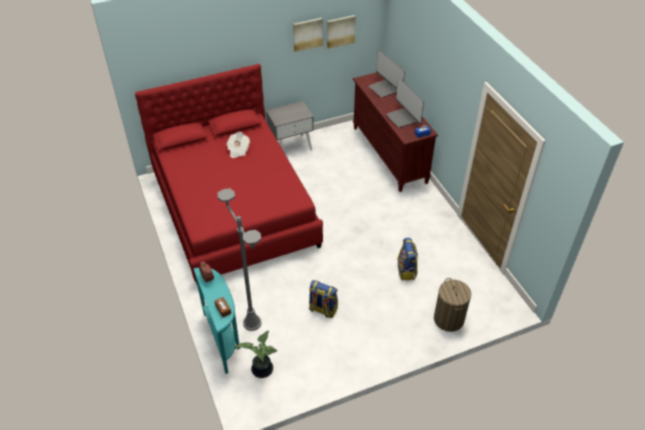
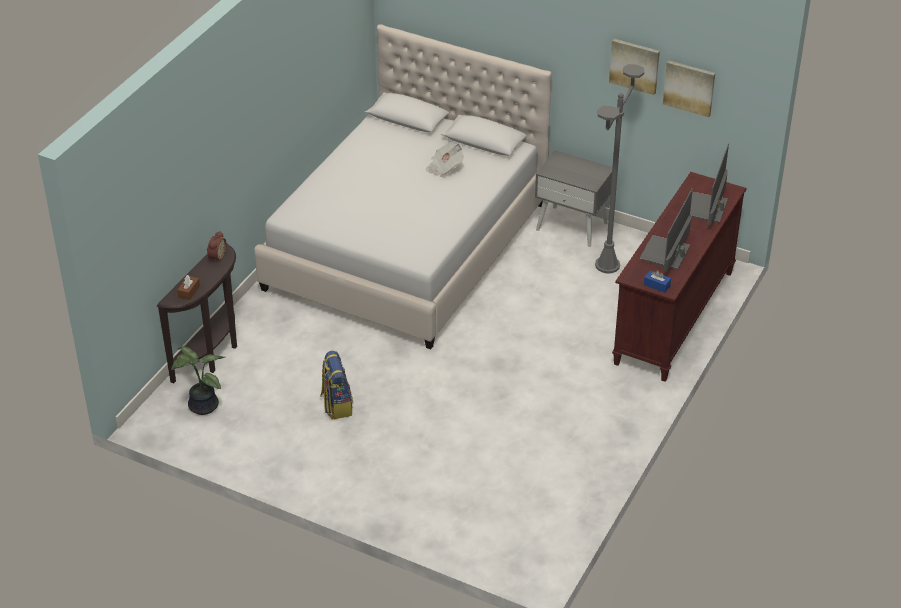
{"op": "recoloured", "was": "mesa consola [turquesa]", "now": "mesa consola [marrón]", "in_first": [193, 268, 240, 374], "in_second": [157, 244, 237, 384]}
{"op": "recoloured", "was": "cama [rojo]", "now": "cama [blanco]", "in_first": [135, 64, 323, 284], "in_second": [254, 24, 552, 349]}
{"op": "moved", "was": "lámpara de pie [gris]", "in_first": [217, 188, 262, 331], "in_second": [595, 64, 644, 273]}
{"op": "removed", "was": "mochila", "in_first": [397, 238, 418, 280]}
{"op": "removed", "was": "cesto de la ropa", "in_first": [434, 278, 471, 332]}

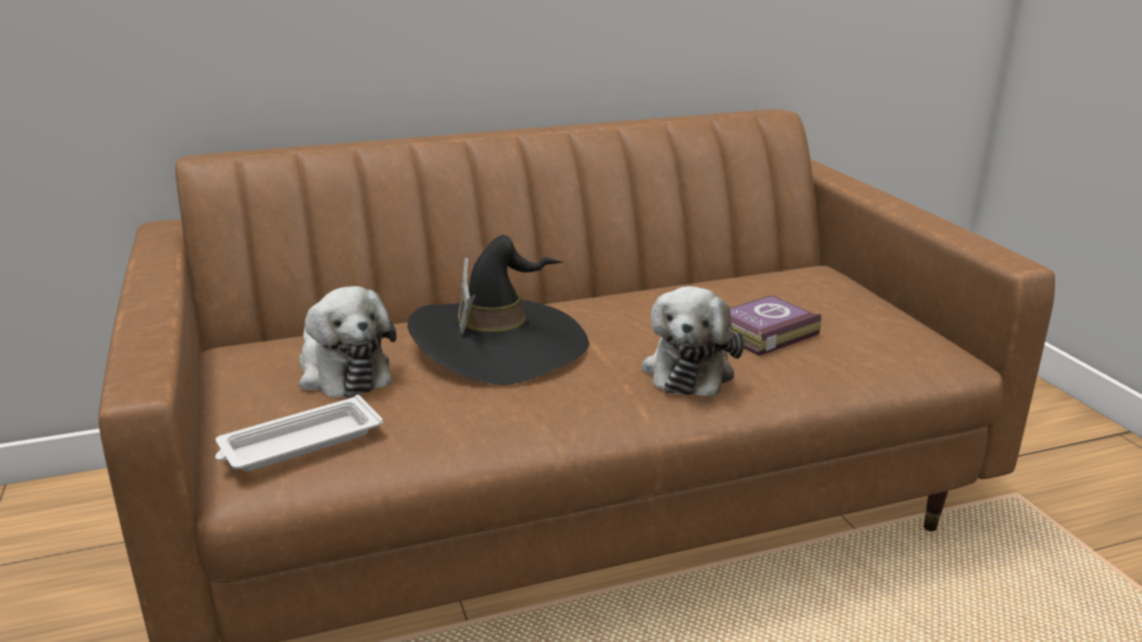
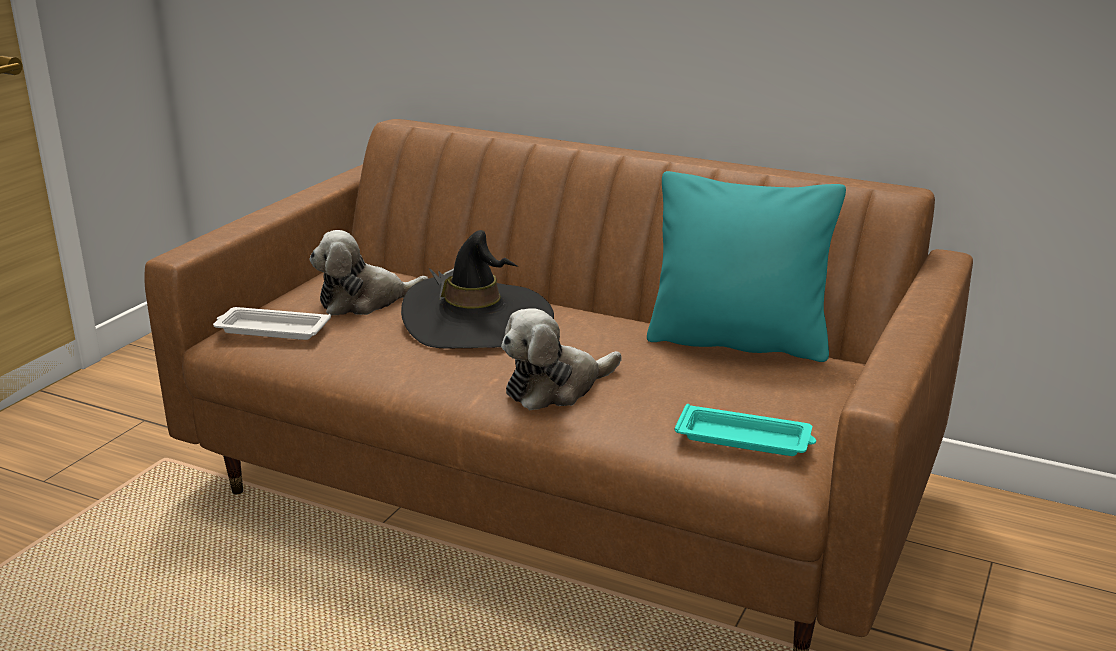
{"op": "turned", "was": "peluche", "in_first": [299, 286, 396, 398], "in_second": [309, 230, 429, 316], "clockwise": 60}
{"op": "added", "now": "cojín [turquesa]", "in_second": [647, 171, 846, 362]}
{"op": "added", "now": "bandeja [turquesa]", "in_second": [675, 404, 816, 456]}
{"op": "removed", "was": "libro", "in_first": [729, 295, 821, 356]}

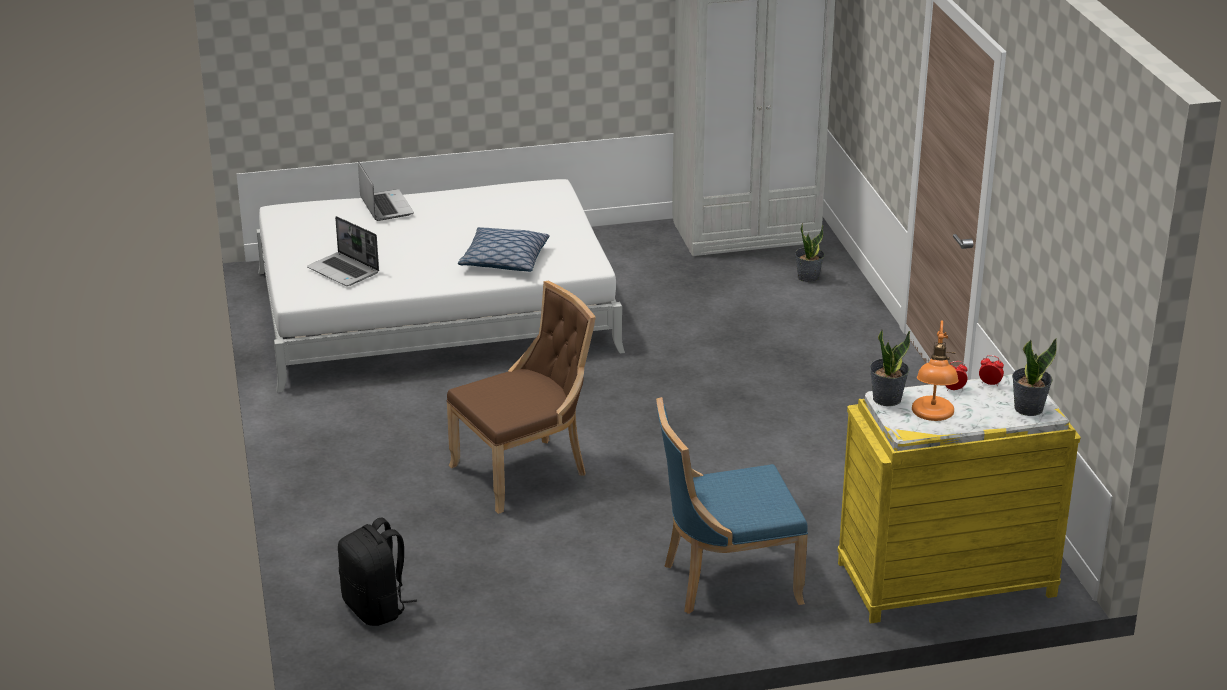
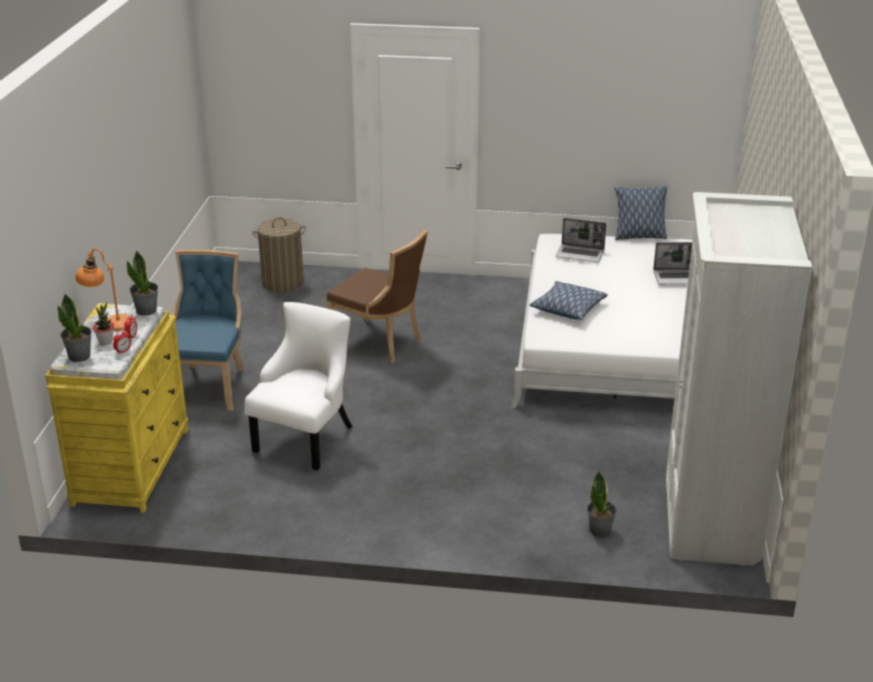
{"op": "added", "now": "planta en maceta", "in_second": [93, 302, 114, 345]}
{"op": "added", "now": "silla [blanco]", "in_second": [244, 302, 353, 471]}
{"op": "replaced", "was": "mochila [negro]", "now": "cesto de la ropa", "in_first": [338, 518, 417, 626], "in_second": [252, 217, 306, 292]}
{"op": "turned", "was": "silla [marrón]", "in_first": [446, 281, 596, 514], "in_second": [326, 230, 428, 363], "clockwise": -45}
{"op": "turned", "was": "portátil", "in_first": [307, 216, 379, 286], "in_second": [555, 218, 606, 263], "clockwise": -135}
{"op": "added", "now": "cojín", "in_second": [614, 186, 667, 240]}

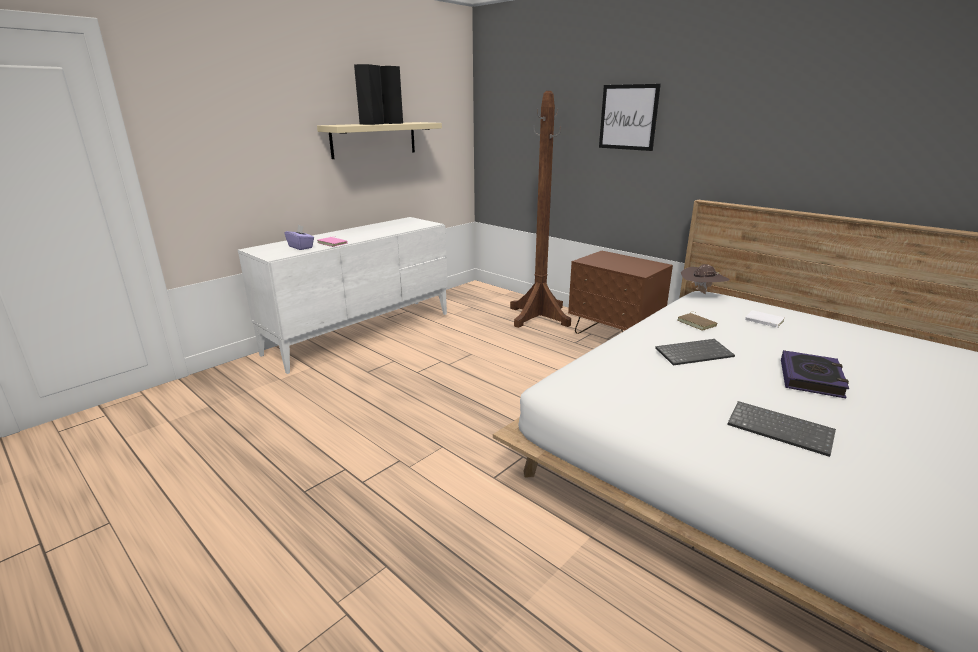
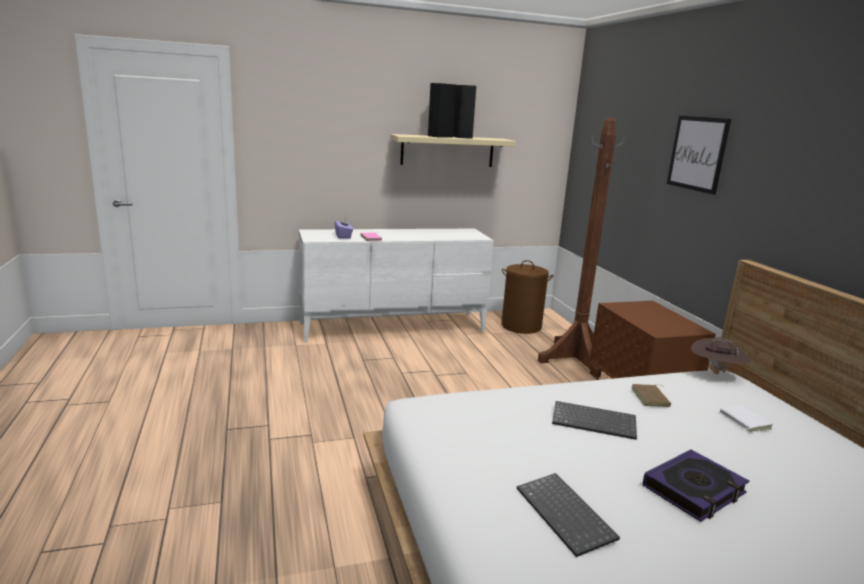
{"op": "added", "now": "cesto de la ropa [marrón]", "in_second": [501, 260, 554, 334]}

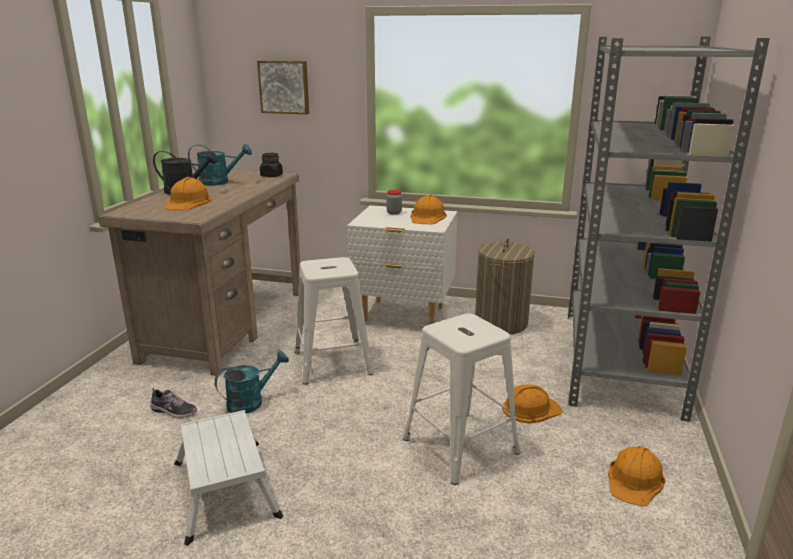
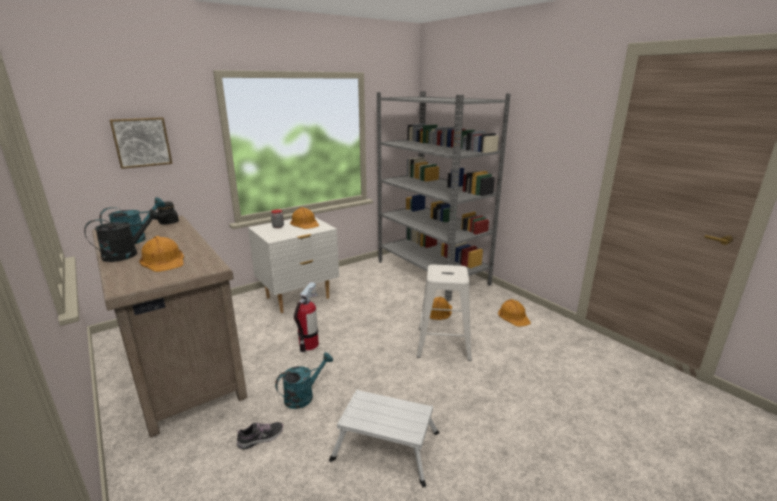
{"op": "turned", "was": "regadera [turquesa]", "in_first": [215, 351, 289, 414], "in_second": [275, 352, 333, 409], "clockwise": 45}
{"op": "replaced", "was": "taburete [blanco]", "now": "extintor", "in_first": [295, 257, 374, 385], "in_second": [294, 282, 319, 352]}
{"op": "removed", "was": "cesto de la ropa", "in_first": [475, 238, 535, 334]}

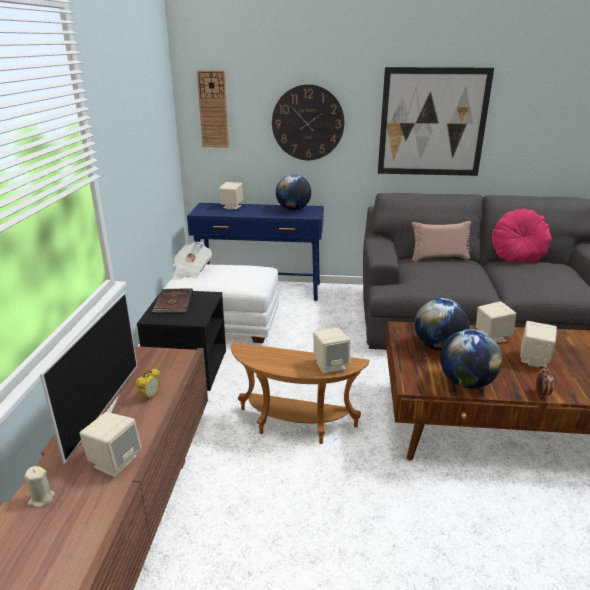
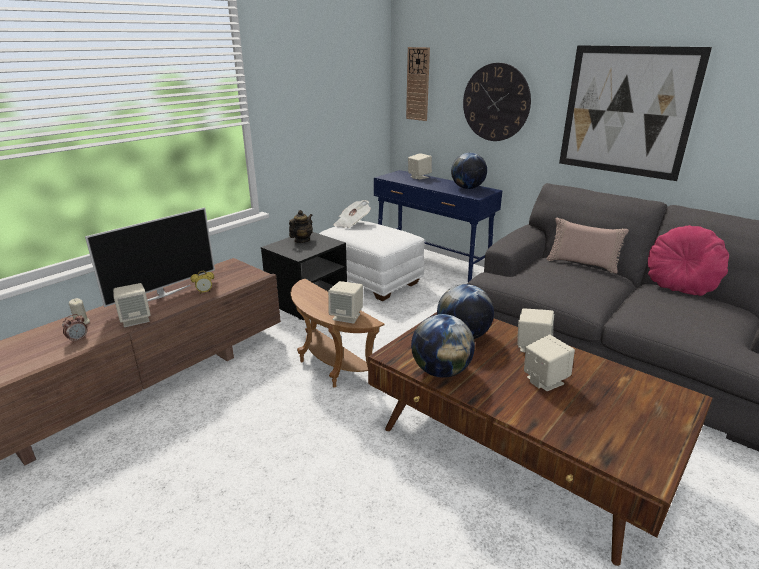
{"op": "moved", "was": "despertador", "in_first": [536, 367, 554, 398], "in_second": [62, 314, 87, 343]}
{"op": "replaced", "was": "libro [marrón]", "now": "tetera", "in_first": [152, 288, 193, 313], "in_second": [289, 210, 313, 243]}

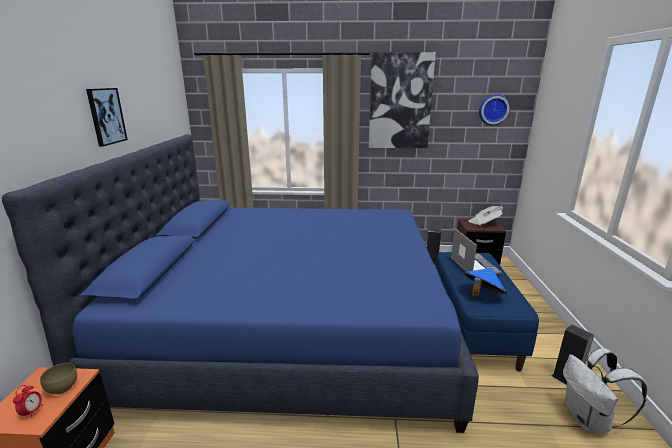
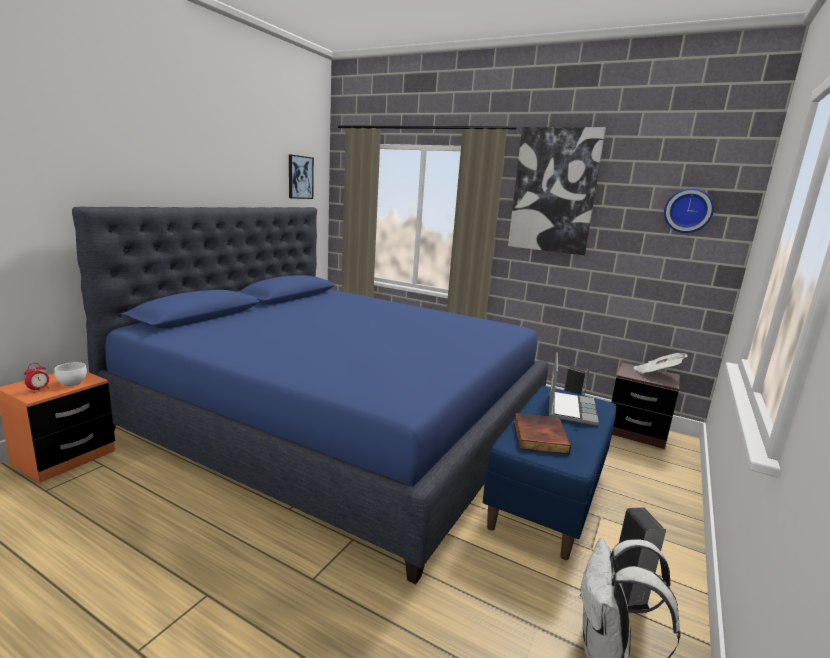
{"op": "recoloured", "was": "cuenco [marrón]", "now": "cuenco [blanco]", "in_first": [40, 363, 77, 394], "in_second": [54, 362, 87, 386]}
{"op": "moved", "was": "cuadro", "in_first": [86, 88, 128, 147], "in_second": [289, 155, 314, 199]}
{"op": "replaced", "was": "sombrero [azul]", "now": "libro", "in_first": [464, 268, 507, 297], "in_second": [514, 413, 571, 455]}

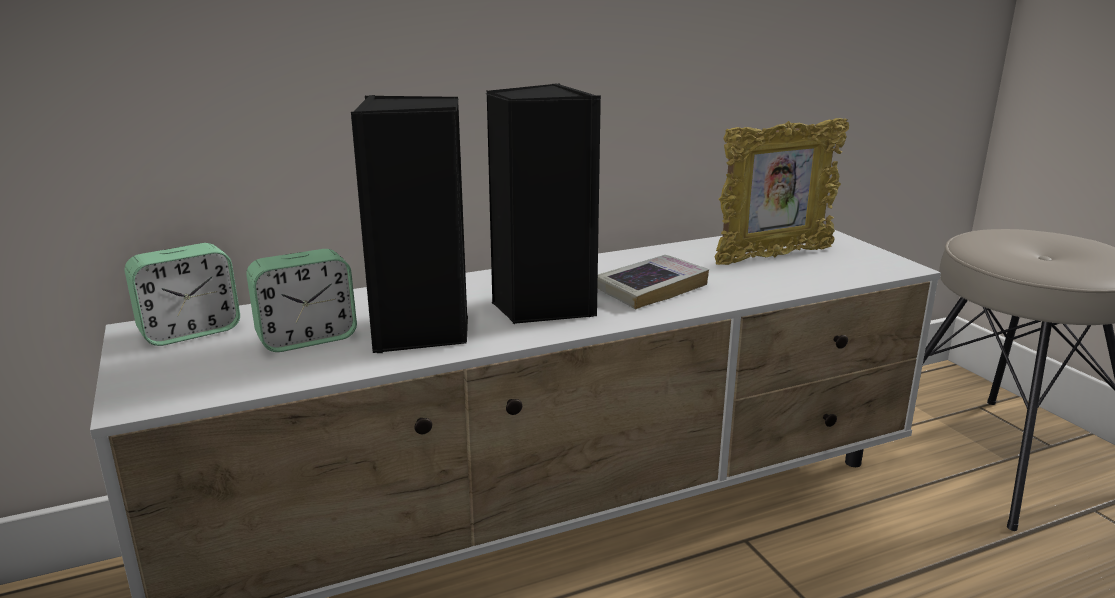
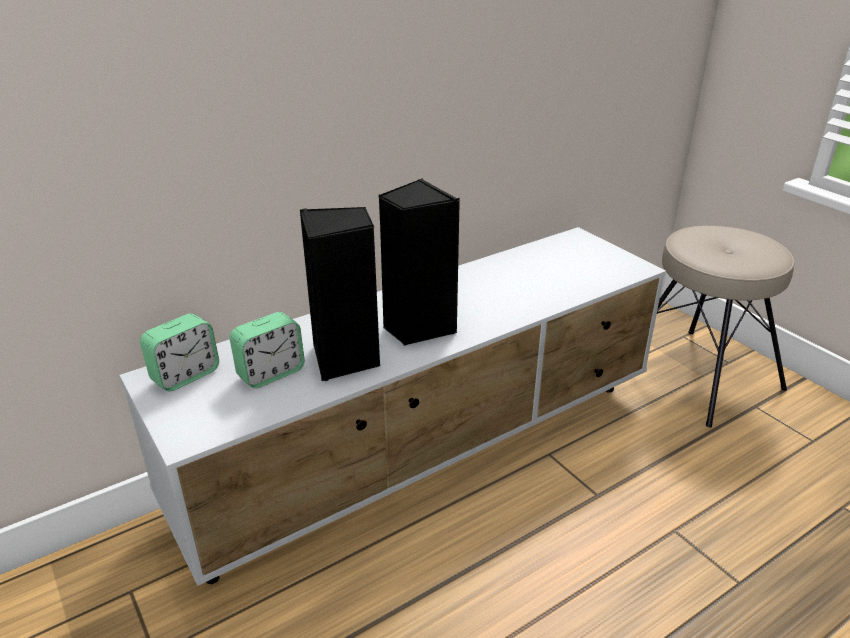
{"op": "removed", "was": "libro", "in_first": [597, 255, 709, 309]}
{"op": "removed", "was": "portarretratos", "in_first": [714, 118, 849, 265]}

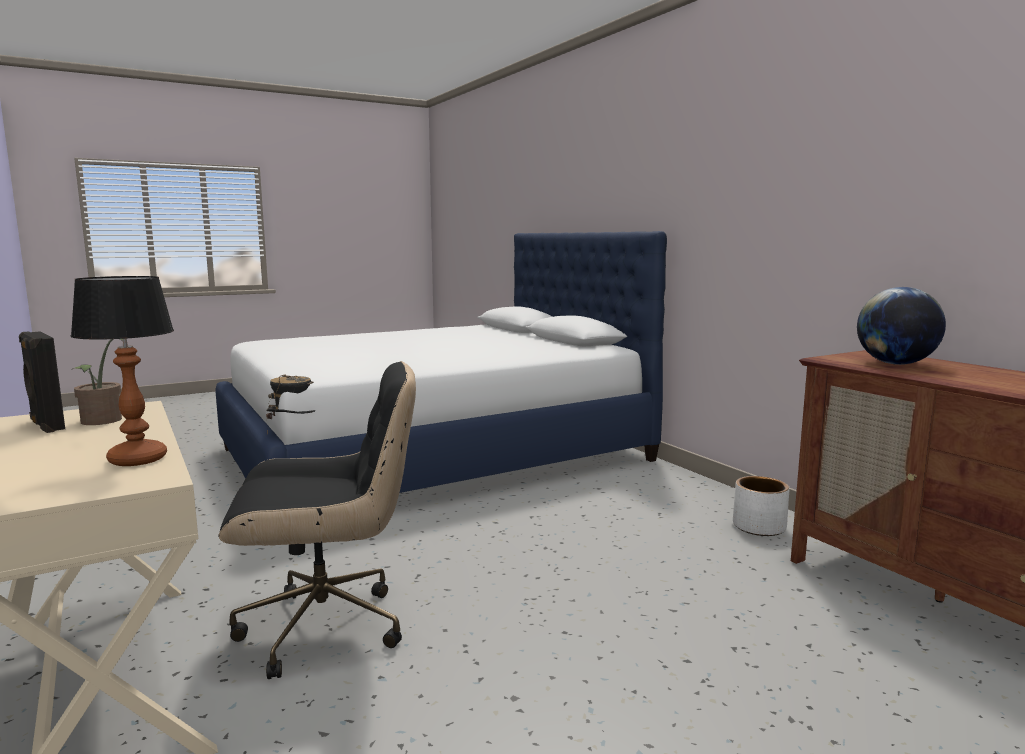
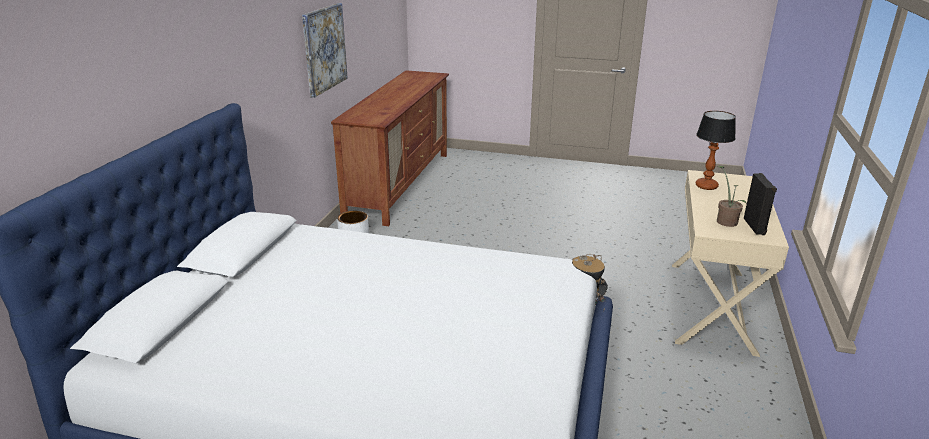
{"op": "added", "now": "cuadro", "in_second": [302, 3, 348, 98]}
{"op": "removed", "was": "silla de oficina [negro]", "in_first": [218, 361, 416, 679]}
{"op": "removed", "was": "globo terráqueo", "in_first": [857, 287, 946, 365]}

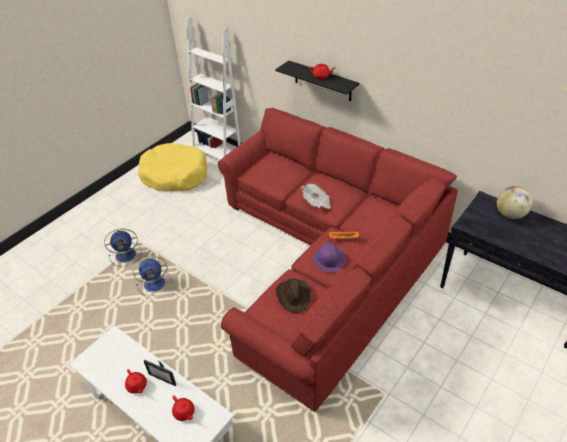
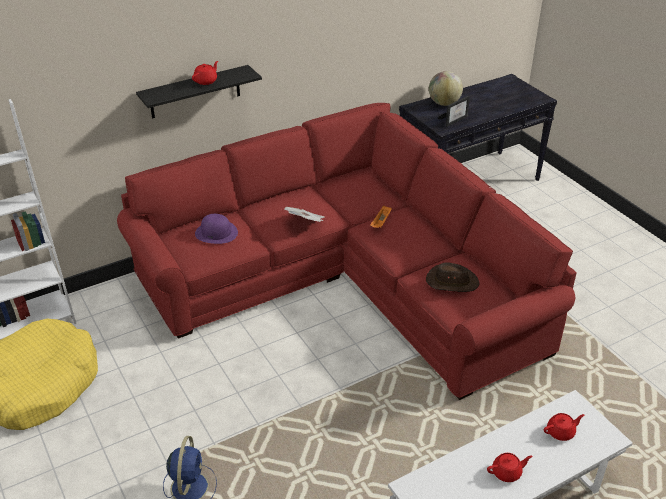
{"op": "moved", "was": "sombrero [morado]", "in_first": [313, 243, 346, 272], "in_second": [195, 214, 238, 244]}
{"op": "moved", "was": "portarretratos", "in_first": [144, 360, 176, 386], "in_second": [438, 96, 470, 127]}
{"op": "removed", "was": "ventilador [azul]", "in_first": [133, 256, 172, 296]}

